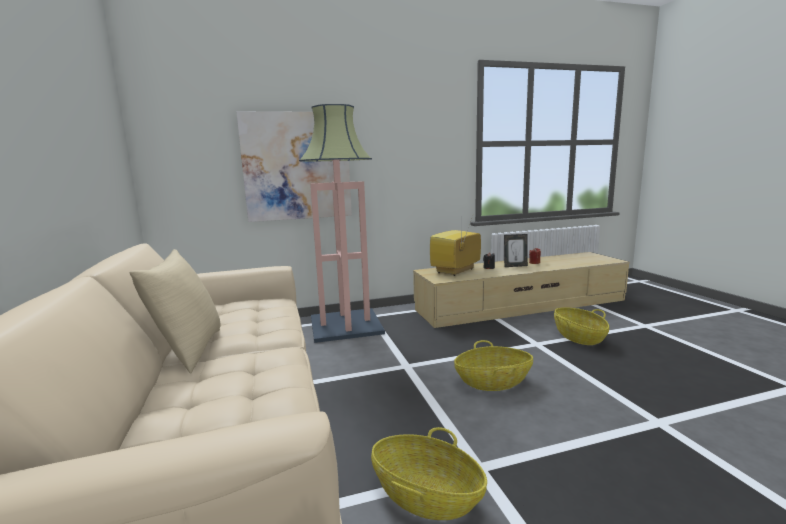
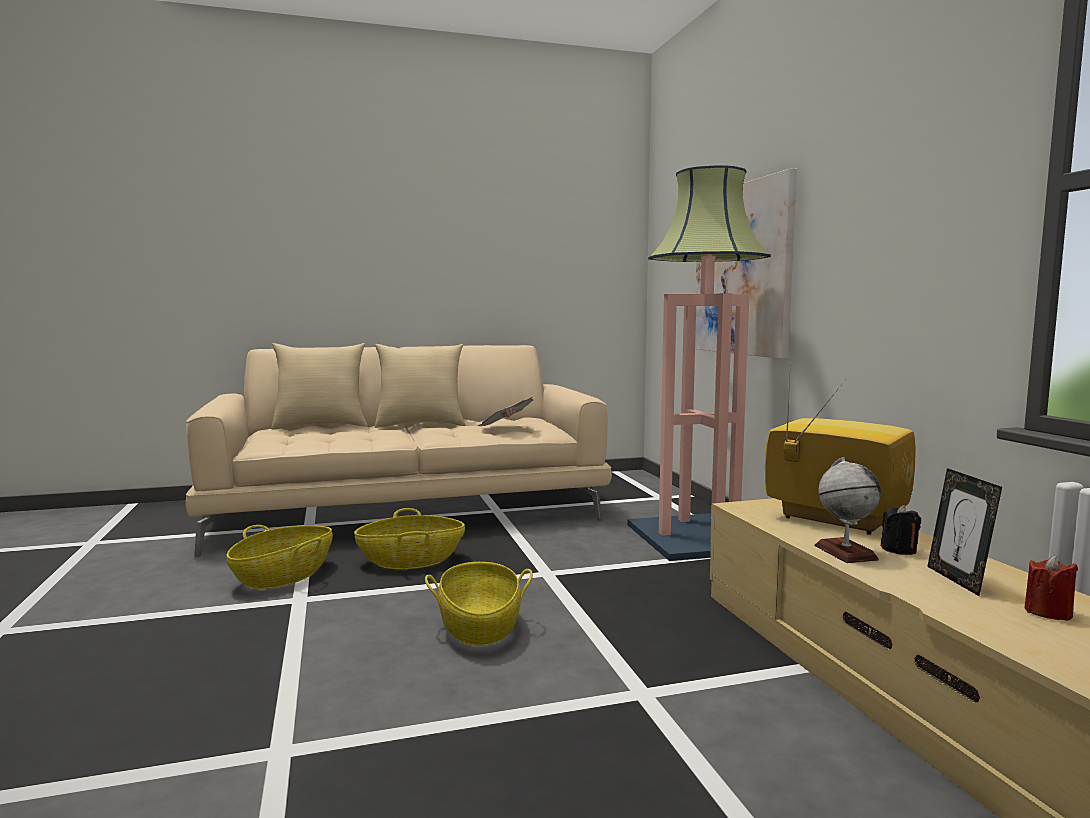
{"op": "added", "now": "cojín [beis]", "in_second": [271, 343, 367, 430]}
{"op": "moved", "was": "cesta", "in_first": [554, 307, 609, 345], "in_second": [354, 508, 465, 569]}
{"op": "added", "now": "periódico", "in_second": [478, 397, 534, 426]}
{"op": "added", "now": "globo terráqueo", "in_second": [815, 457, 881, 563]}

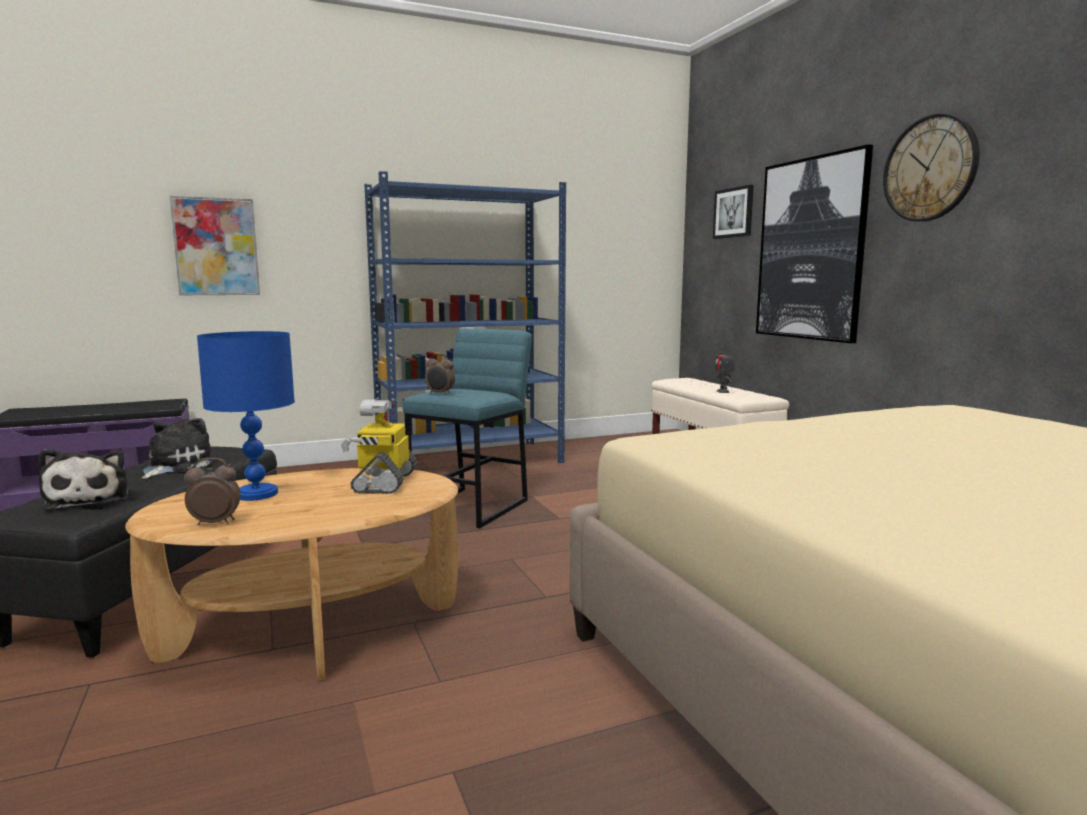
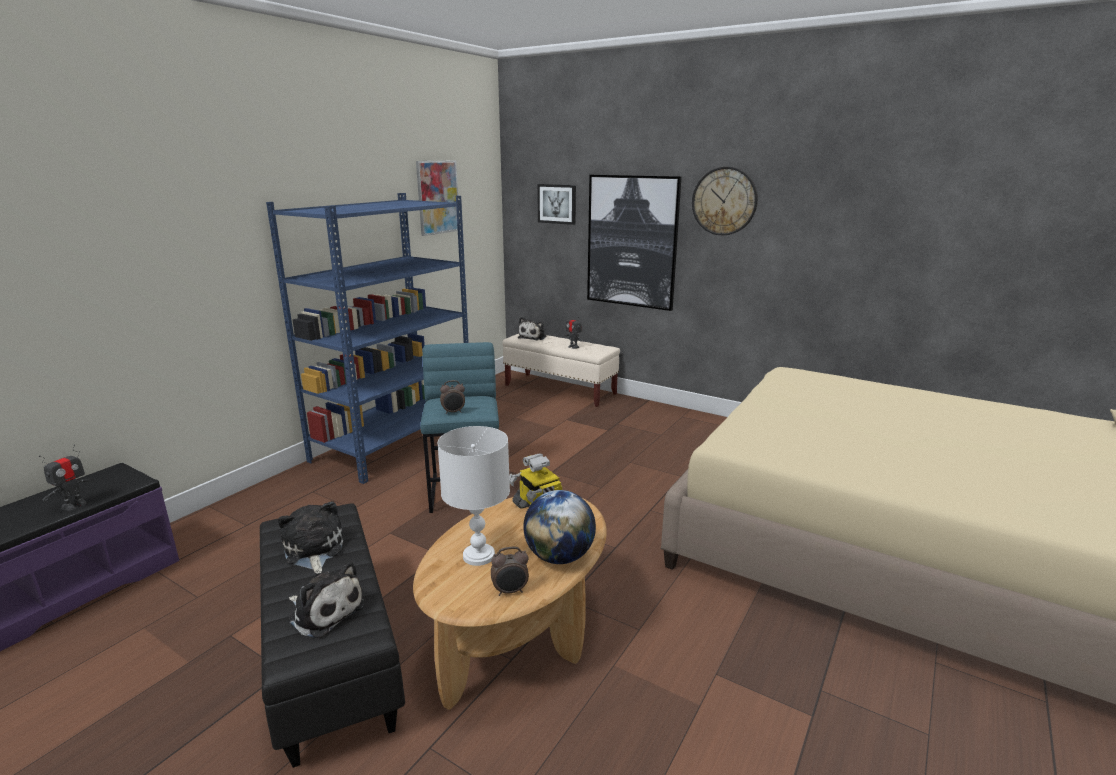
{"op": "added", "now": "robot de juguete", "in_second": [39, 444, 94, 510]}
{"op": "moved", "was": "cuadro", "in_first": [170, 196, 260, 295], "in_second": [416, 160, 458, 236]}
{"op": "recoloured", "was": "lámpara de mesa [azul]", "now": "lámpara de mesa [blanco]", "in_first": [197, 331, 295, 501], "in_second": [438, 426, 510, 566]}
{"op": "turned", "was": "despertador", "in_first": [184, 458, 241, 525], "in_second": [491, 547, 529, 596], "clockwise": -150}
{"op": "added", "now": "peluche", "in_second": [518, 317, 546, 340]}
{"op": "added", "now": "globo terráqueo", "in_second": [523, 490, 596, 564]}

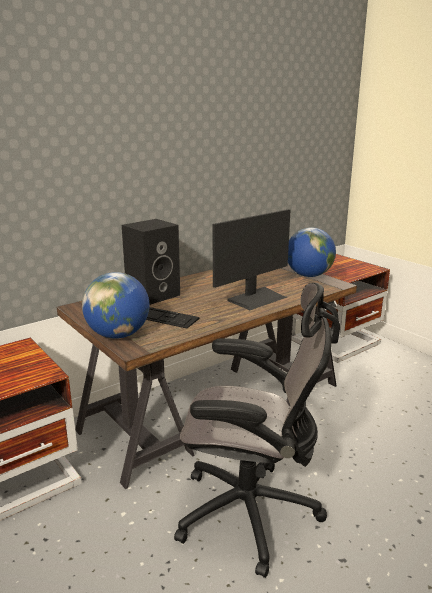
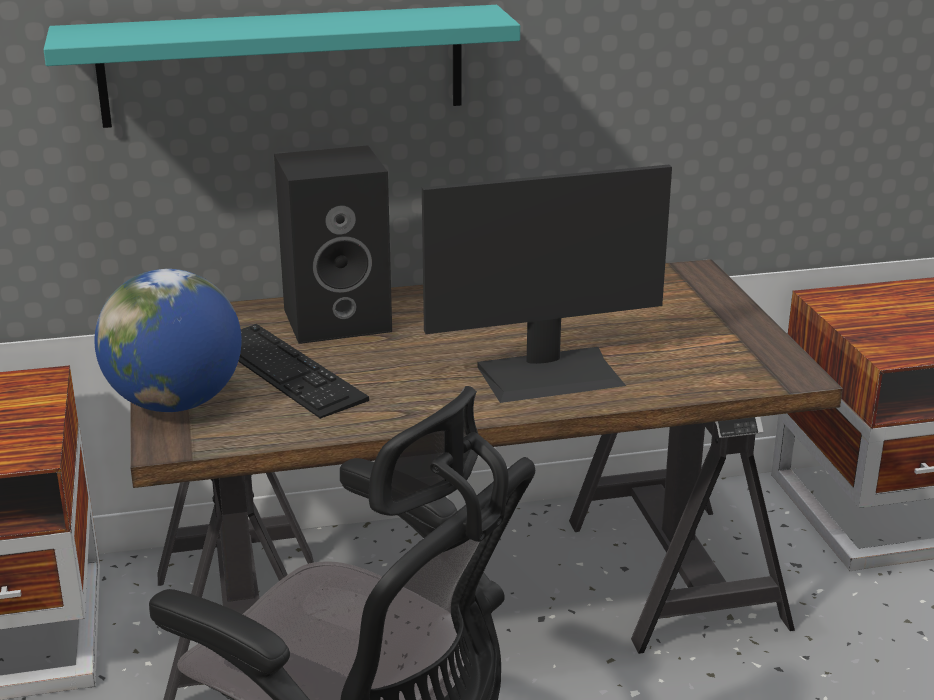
{"op": "added", "now": "estante [turquesa]", "in_second": [44, 5, 520, 128]}
{"op": "removed", "was": "globo terráqueo", "in_first": [288, 227, 336, 277]}

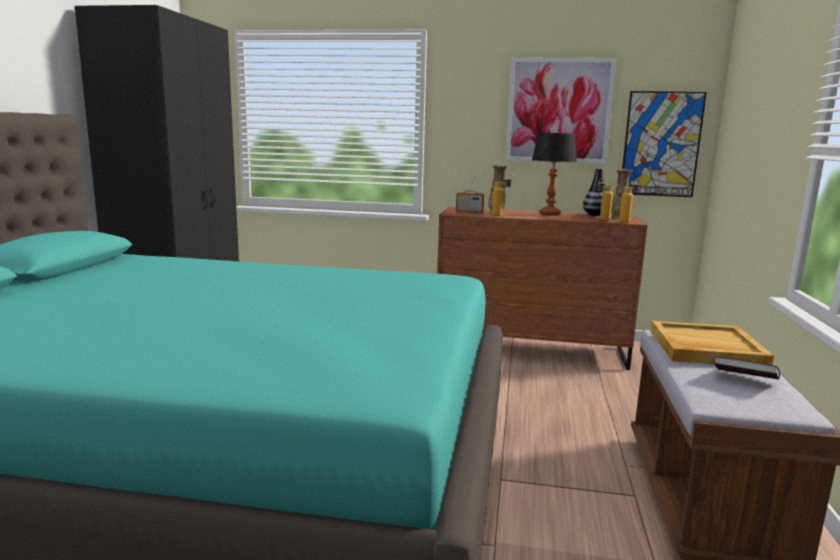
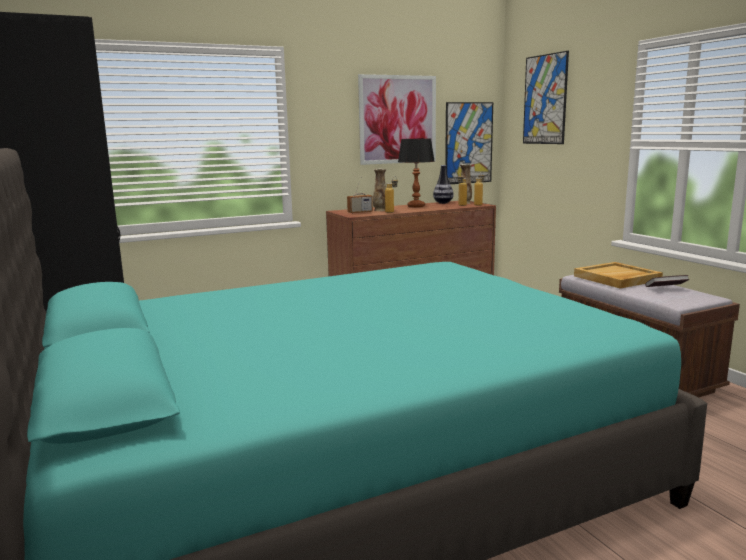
{"op": "added", "now": "cuadro", "in_second": [523, 51, 569, 144]}

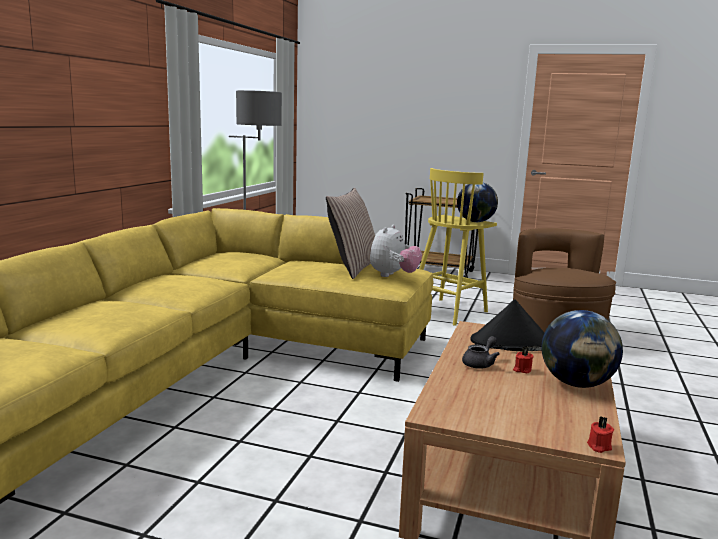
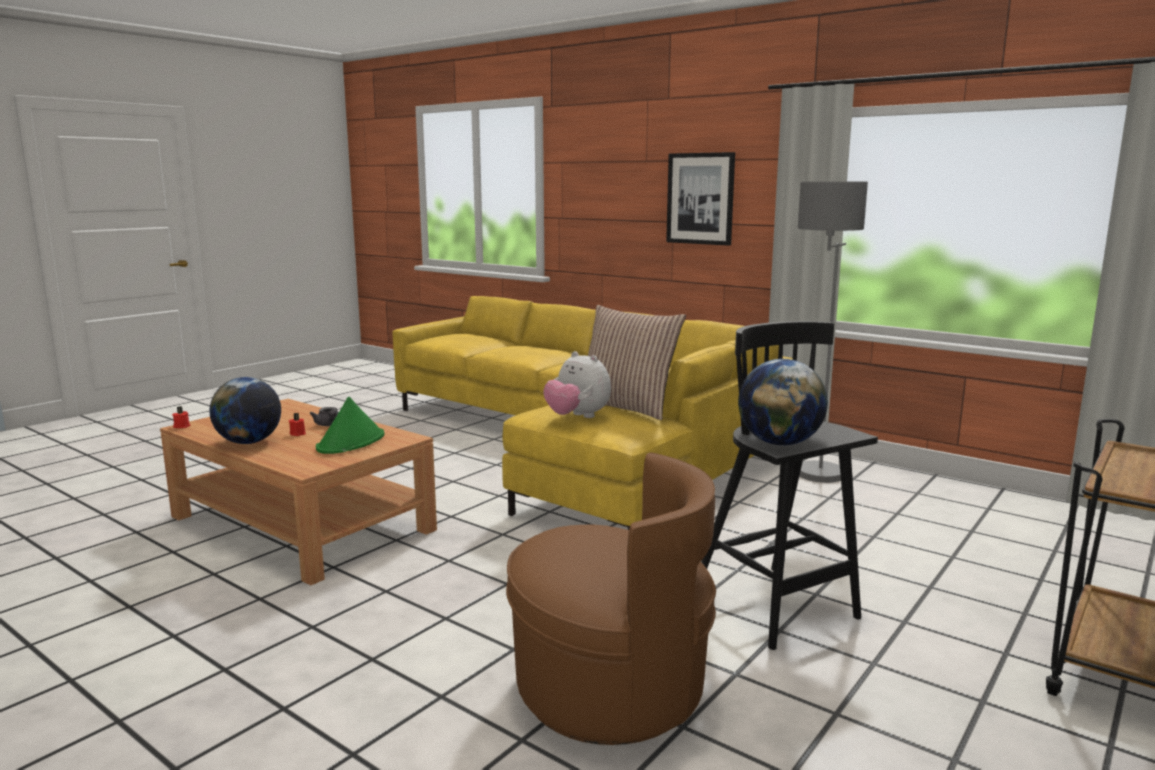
{"op": "recoloured", "was": "sombrero [negro]", "now": "sombrero [verde]", "in_first": [471, 299, 544, 351], "in_second": [316, 397, 385, 454]}
{"op": "added", "now": "cuadro", "in_second": [666, 152, 735, 246]}
{"op": "recoloured", "was": "taburete [amarillo]", "now": "taburete [negro]", "in_first": [419, 168, 497, 326], "in_second": [701, 321, 878, 650]}

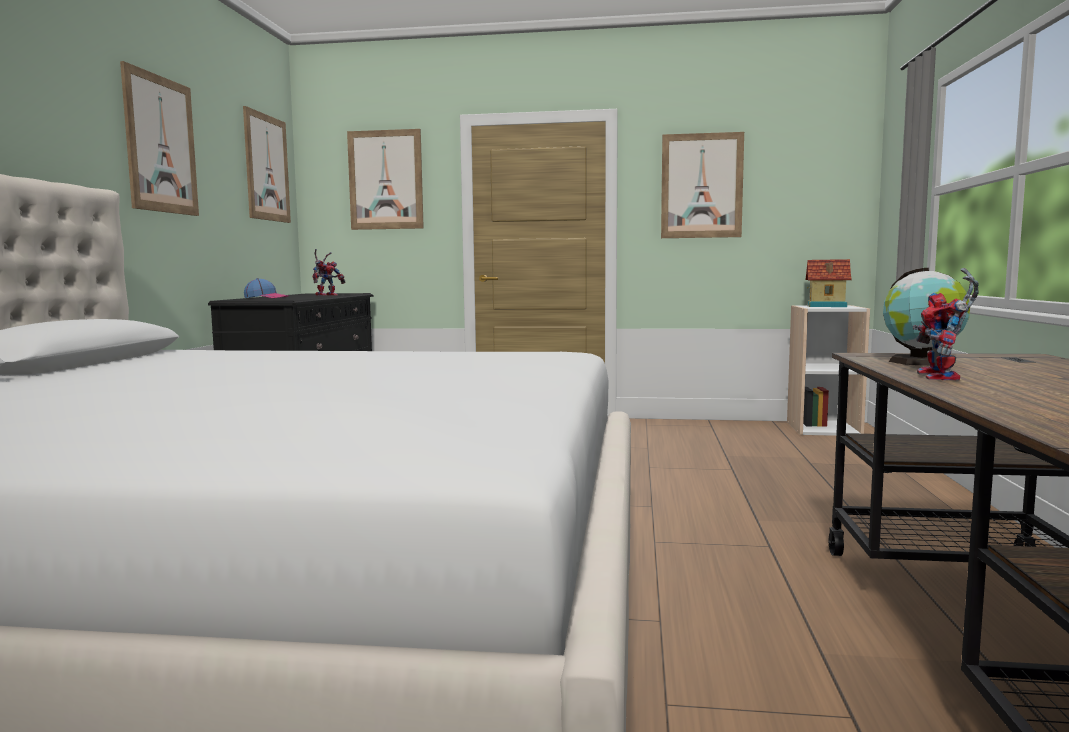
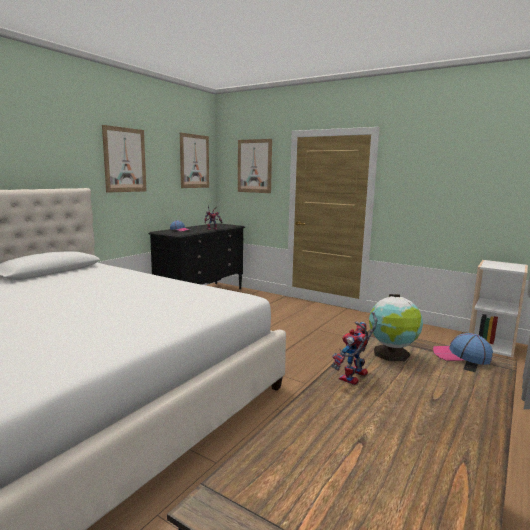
{"op": "added", "now": "gorra", "in_second": [433, 333, 493, 365]}
{"op": "removed", "was": "cuadro", "in_first": [661, 132, 744, 238]}
{"op": "removed", "was": "casita", "in_first": [806, 259, 852, 307]}

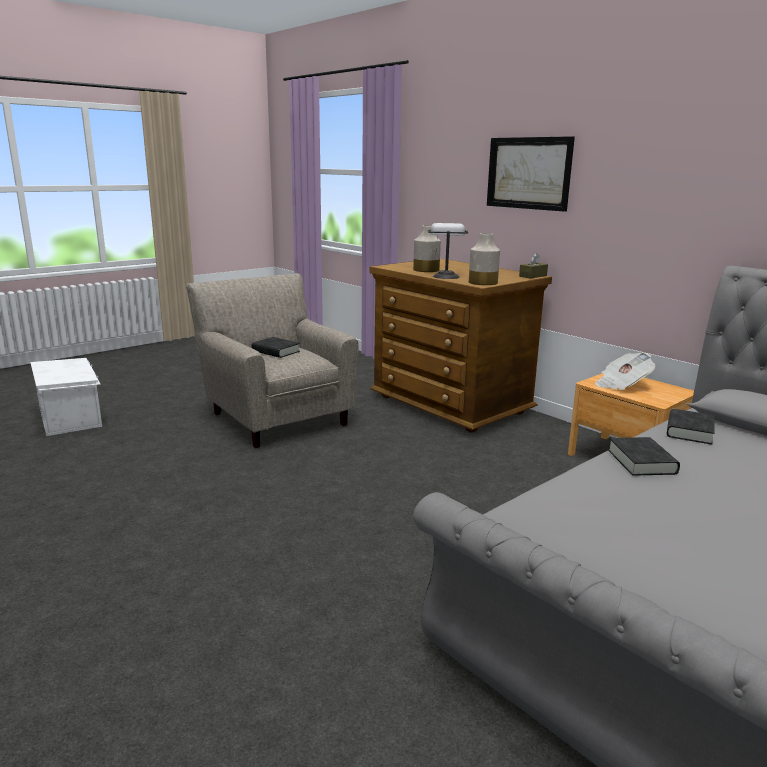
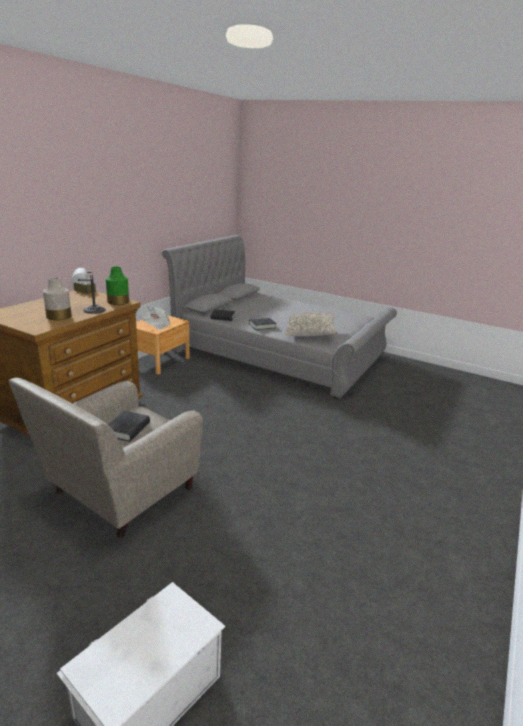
{"op": "recoloured", "was": "florero [beis]", "now": "florero [verde]", "in_first": [469, 233, 500, 285], "in_second": [106, 266, 129, 305]}
{"op": "added", "now": "cojín [beis]", "in_second": [285, 312, 336, 337]}
{"op": "removed", "was": "cuadro", "in_first": [487, 136, 575, 212]}

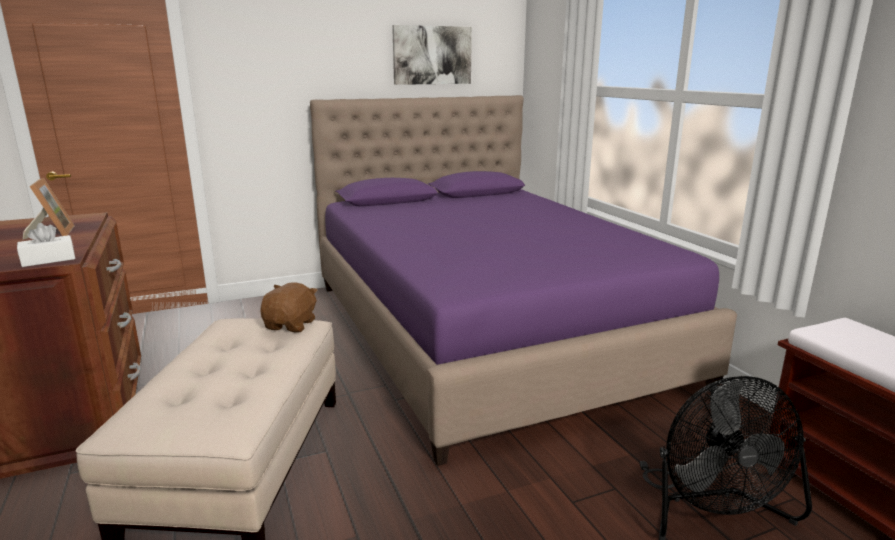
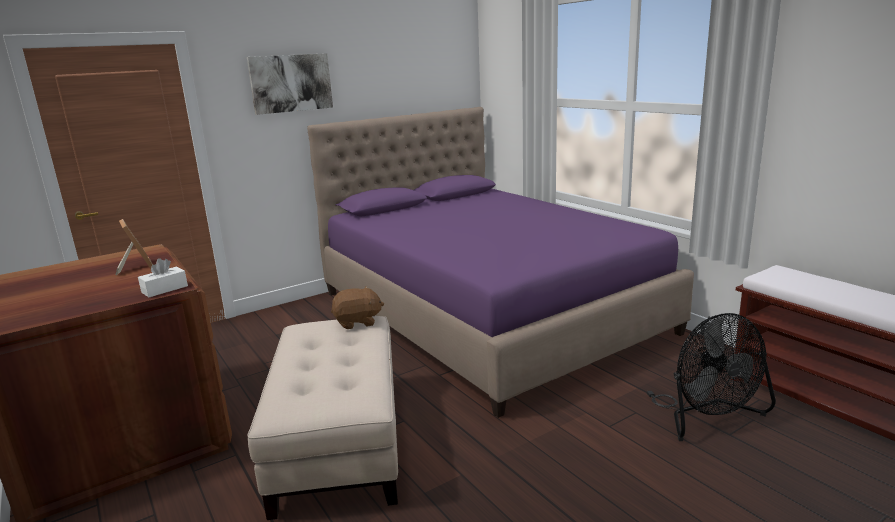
{"op": "moved", "was": "cuadro", "in_first": [392, 25, 472, 85], "in_second": [247, 53, 333, 115]}
{"op": "turned", "was": "peluche [marrón]", "in_first": [260, 282, 318, 333], "in_second": [331, 286, 384, 329], "clockwise": 75}

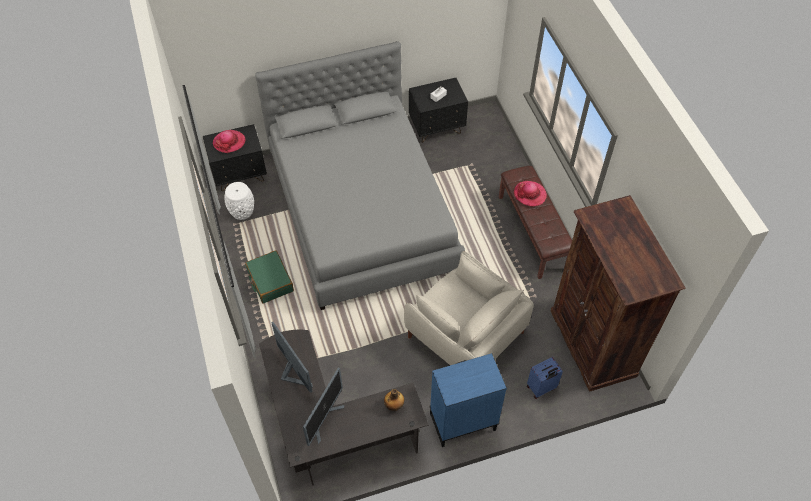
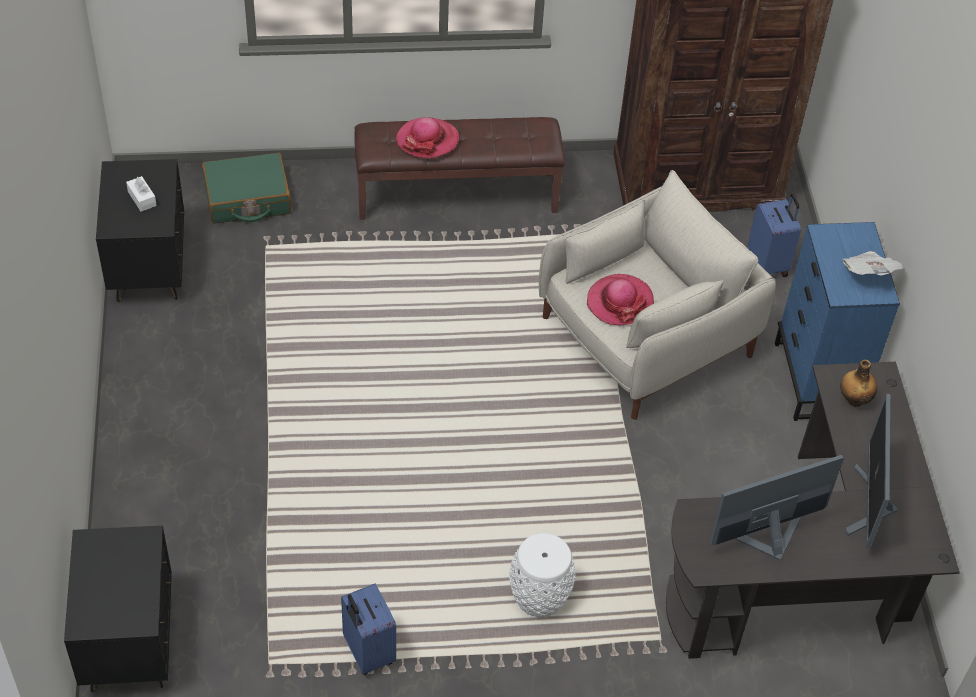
{"op": "moved", "was": "maleta [verde]", "in_first": [245, 250, 294, 304], "in_second": [202, 152, 291, 224]}
{"op": "added", "now": "maleta [azul]", "in_second": [341, 584, 396, 675]}
{"op": "moved", "was": "taburete [blanco]", "in_first": [224, 182, 254, 220], "in_second": [509, 533, 575, 617]}
{"op": "moved", "was": "sombrero", "in_first": [213, 130, 245, 153], "in_second": [587, 274, 654, 325]}
{"op": "added", "now": "periódico", "in_second": [843, 251, 903, 276]}
{"op": "turned", "was": "monitor", "in_first": [303, 368, 344, 446], "in_second": [846, 394, 898, 548], "clockwise": -120}
{"op": "removed", "was": "cama [gris]", "in_first": [255, 41, 465, 310]}

